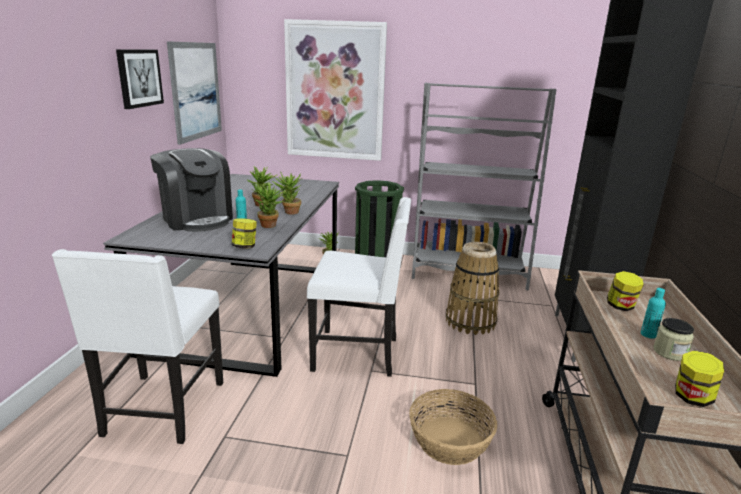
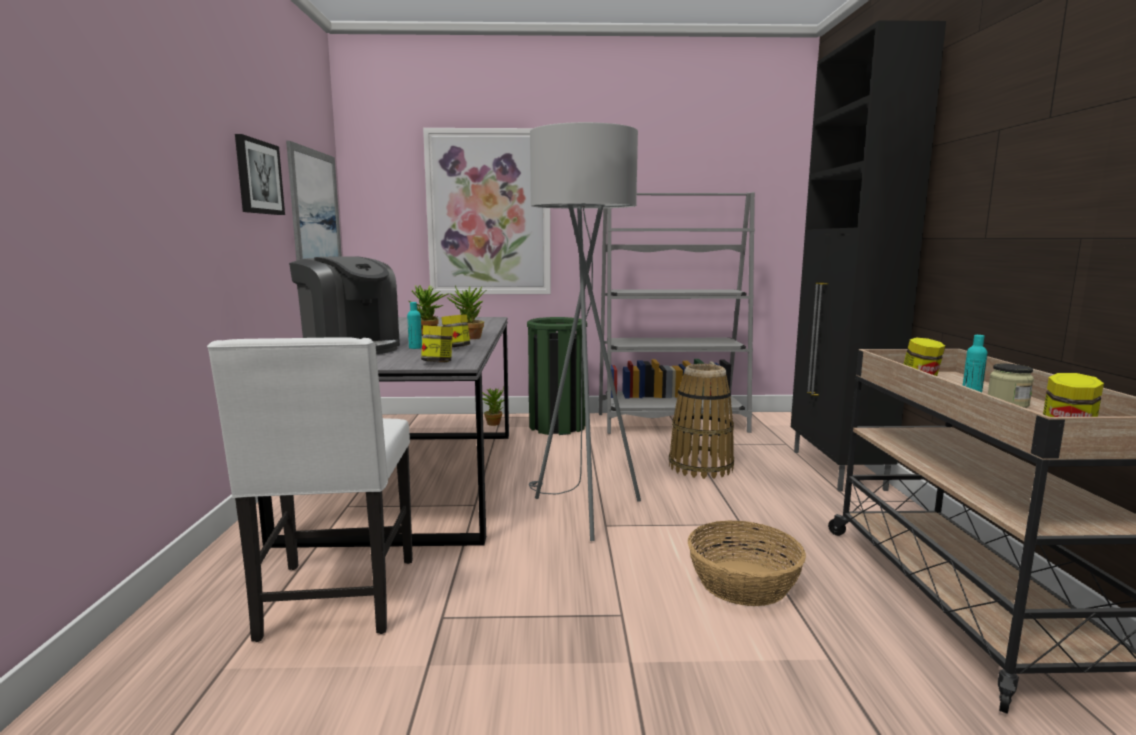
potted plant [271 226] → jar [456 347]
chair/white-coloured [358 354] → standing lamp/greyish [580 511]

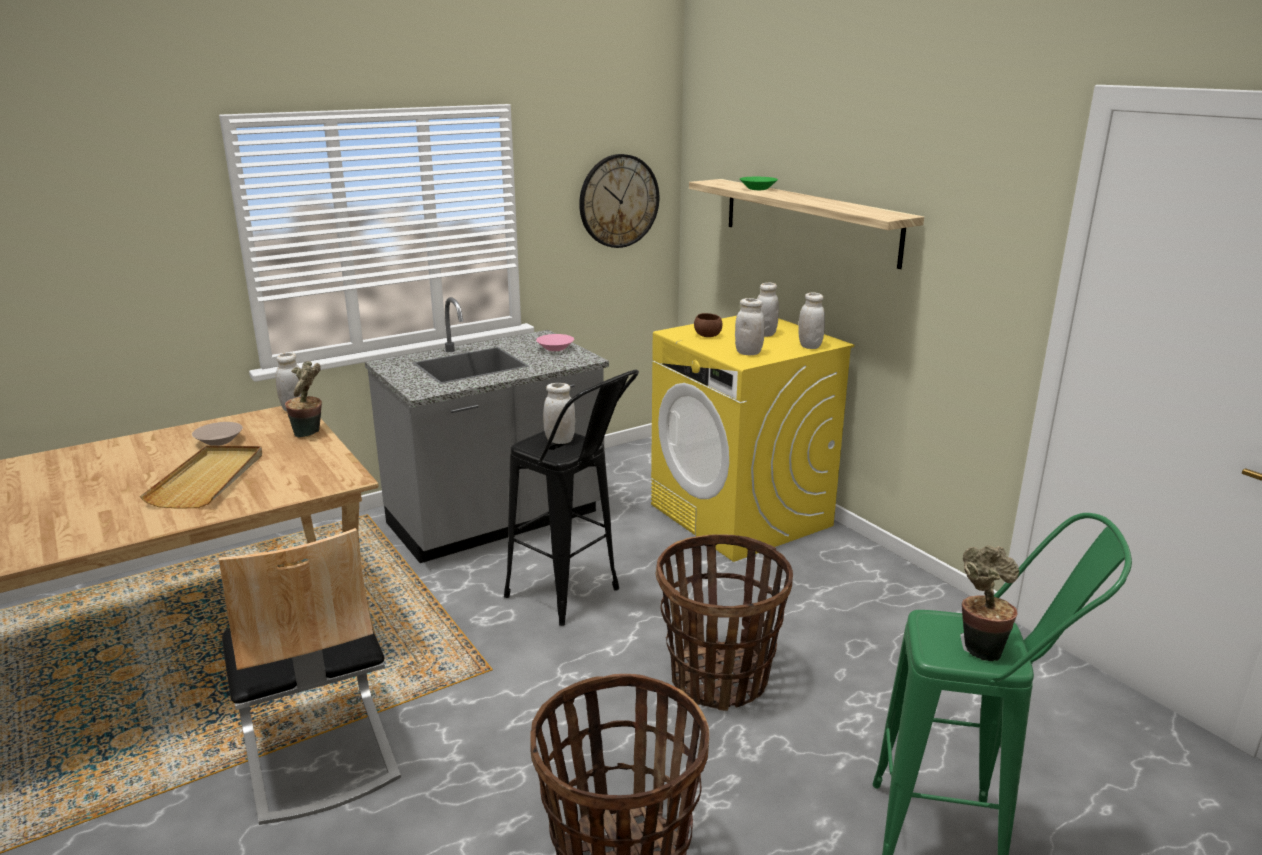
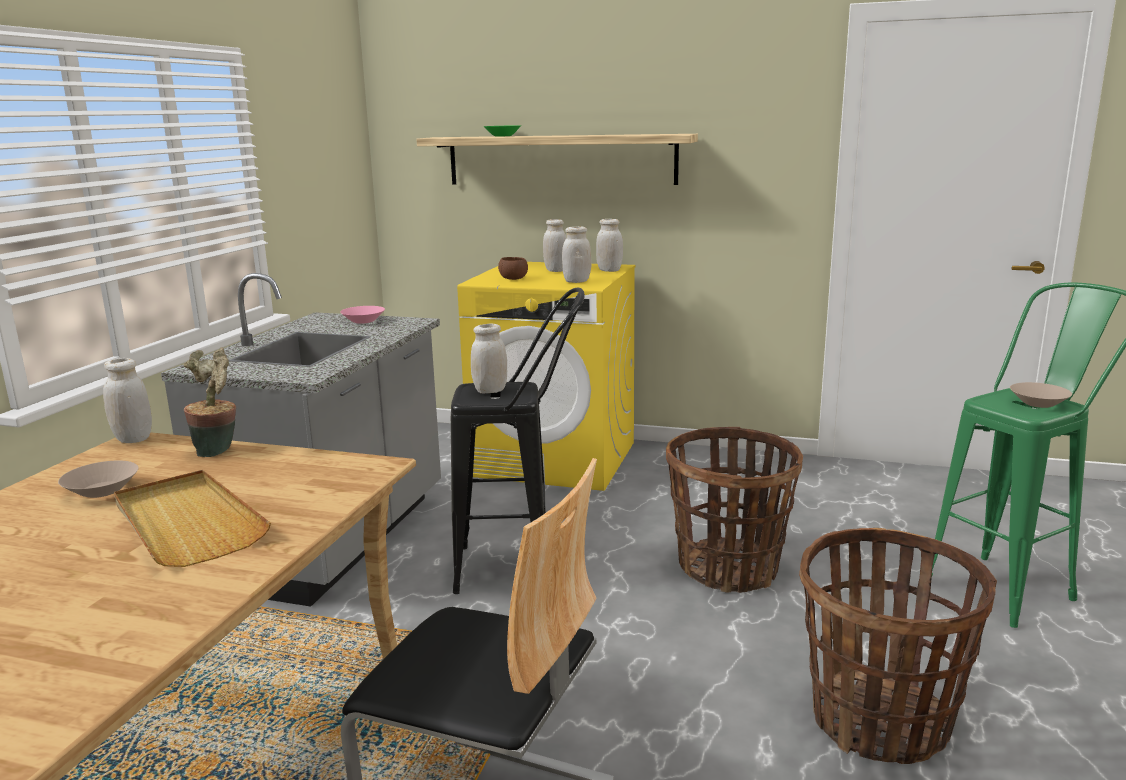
wall clock [618 201] → -
potted plant [980 648] → serving bowl/sand-coloured [1037 404]

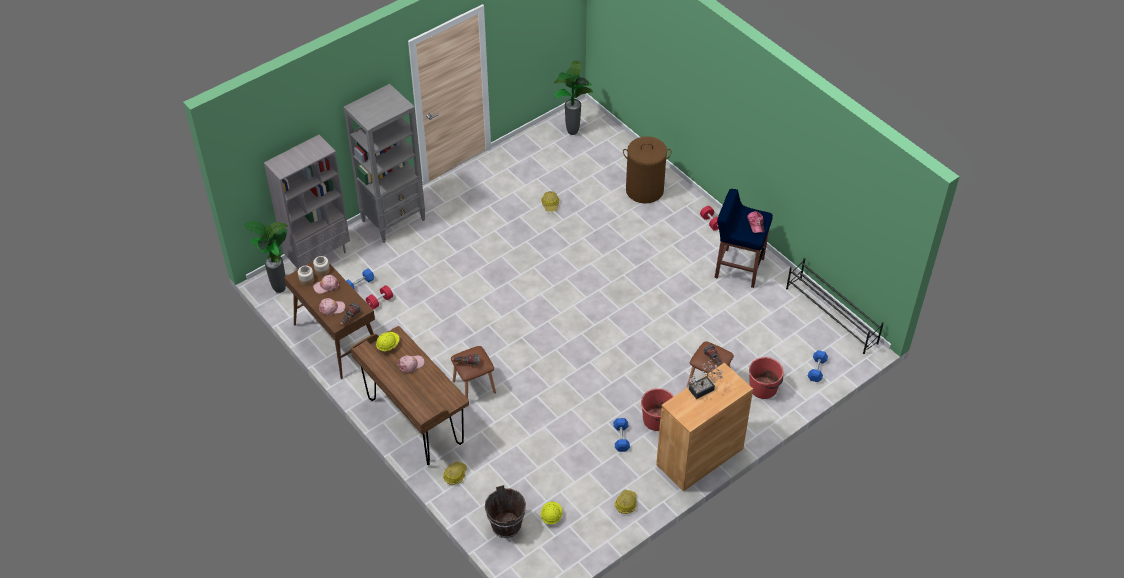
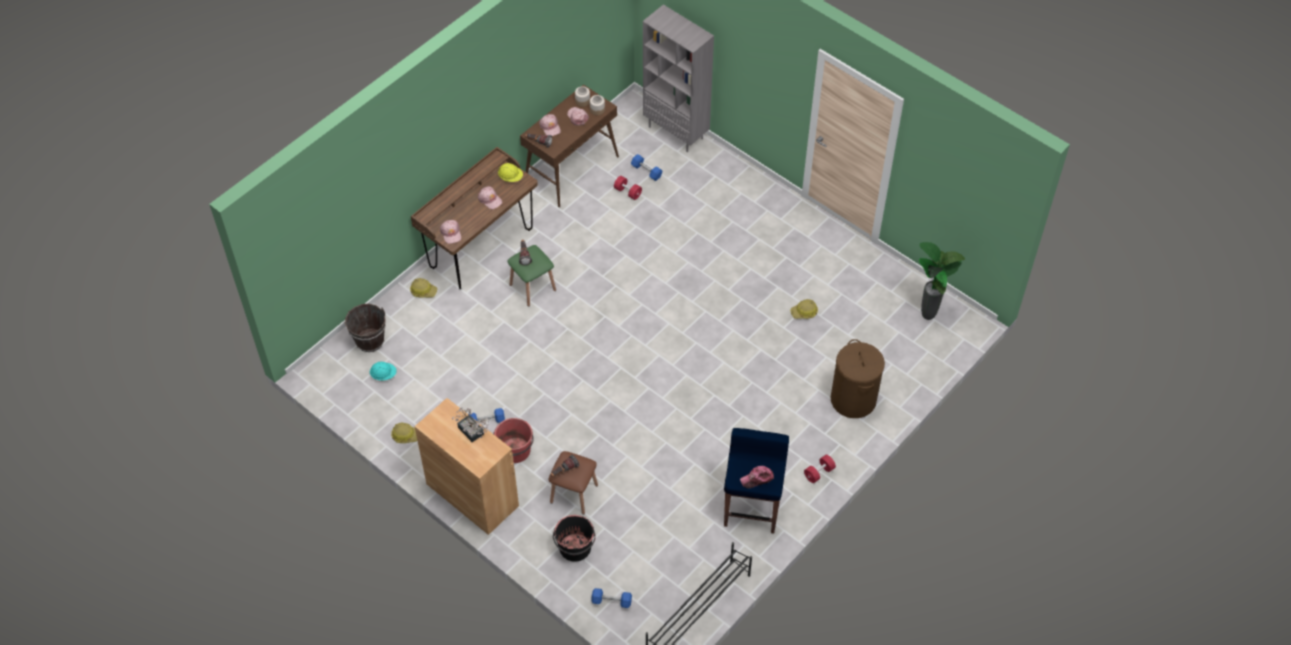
potted plant [279 289] → -
bookshelf/greyish [394 220] → -
- → cap/pink-coloured [451 233]
stool/brownish [474 386] → stool/greenish [532 287]
work helmet/yellowish [551 516] → work helmet/turquoise-coloured [384 375]
water bucket/reddish [763 388] → water bucket/black [575 548]

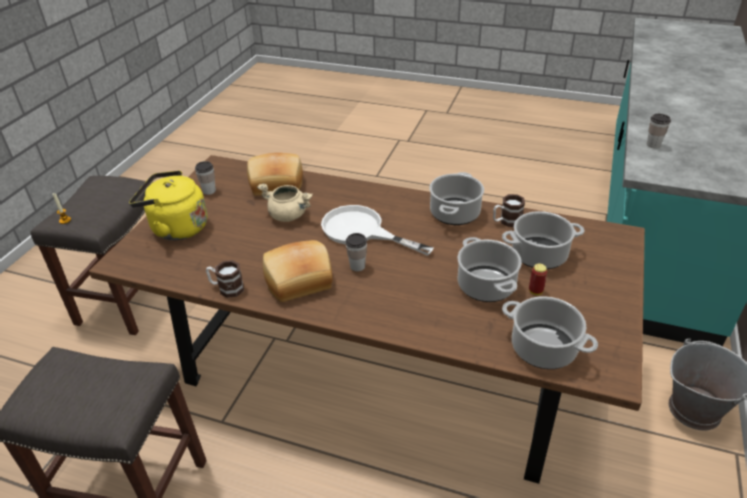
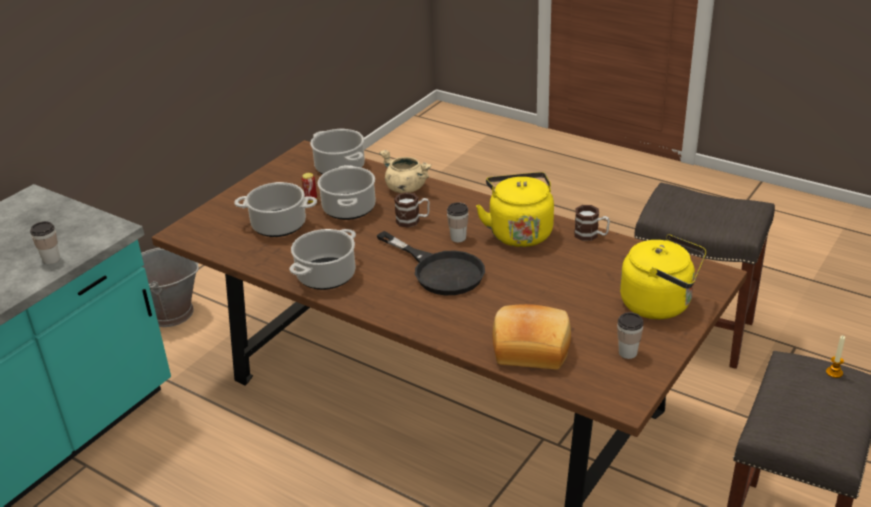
stockpot/sand-coloured [289 215] → stockpot/sand-coloured [405 188], move
mug [506 221] → mug [413 220], move
bakery bread [299 281] → kettle/yellowish [519 232]
frying pan/white-coloured [362 231] → frying pan/black [440 270]

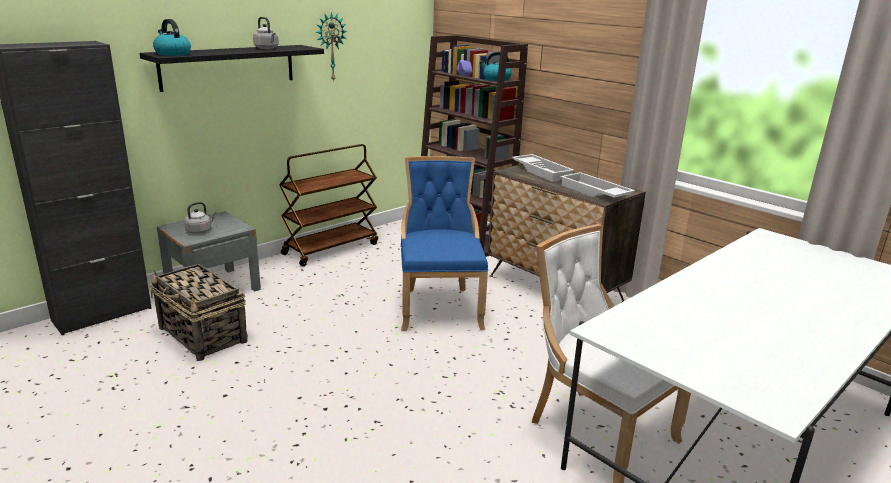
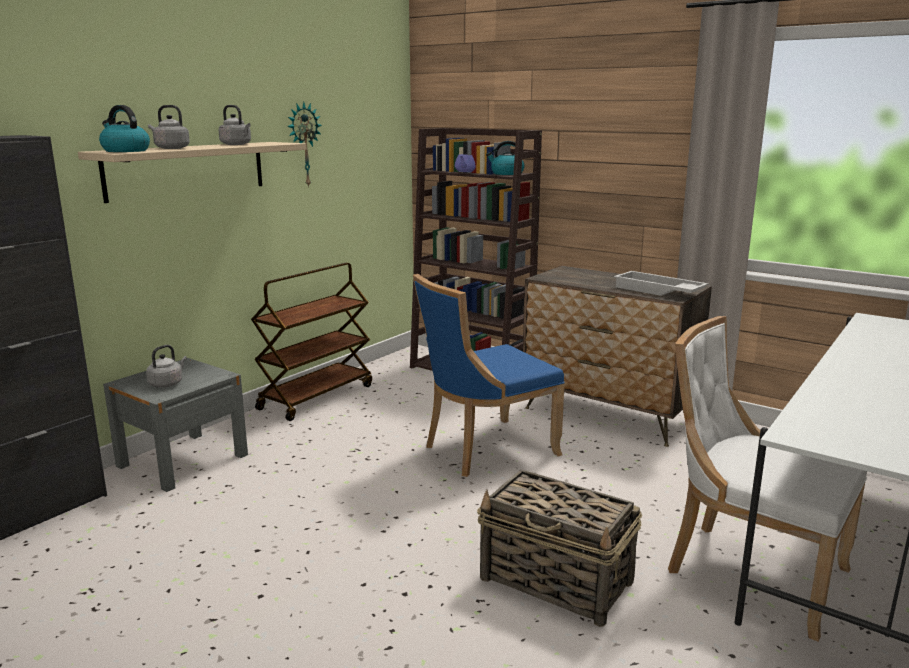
tray/white-coloured [542 171] → -
- → kettle/greyish [170 148]
household basket [203 335] → household basket [557 581], move
bracket shelf/black [228 67] → bracket shelf/sand-coloured [187 170]
chair/blue-coloured [439 307] → chair/blue-coloured [485 450], 105 degrees counterclockwise

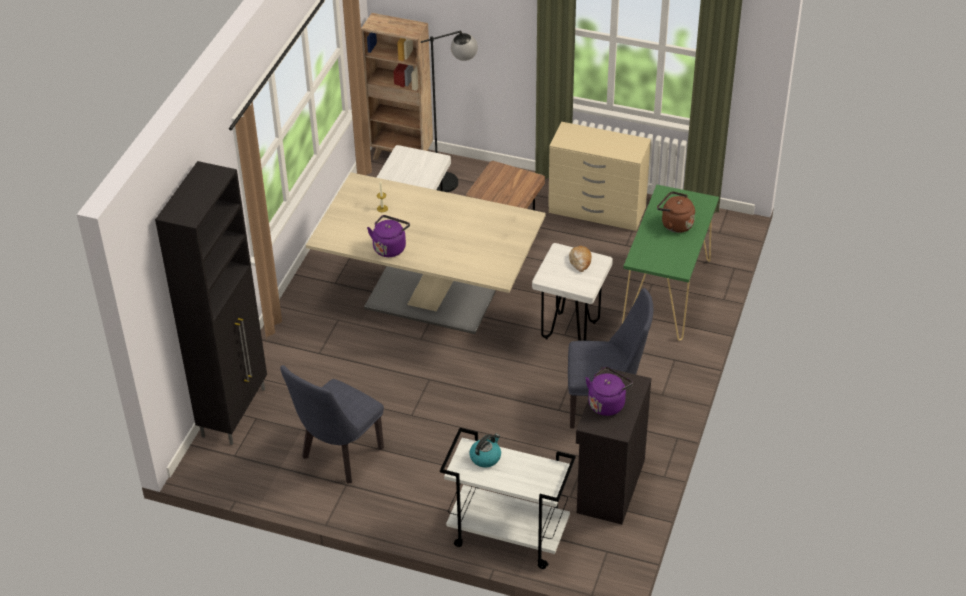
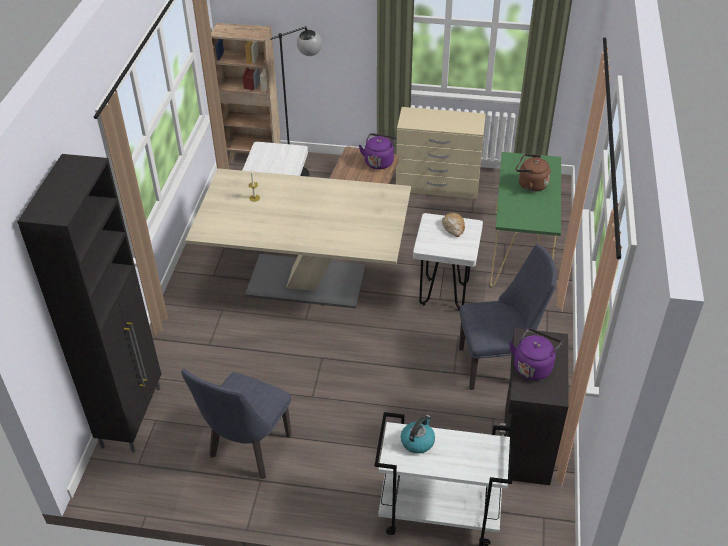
kettle/purple-coloured [390 247] → kettle/purple-coloured [379 161], move

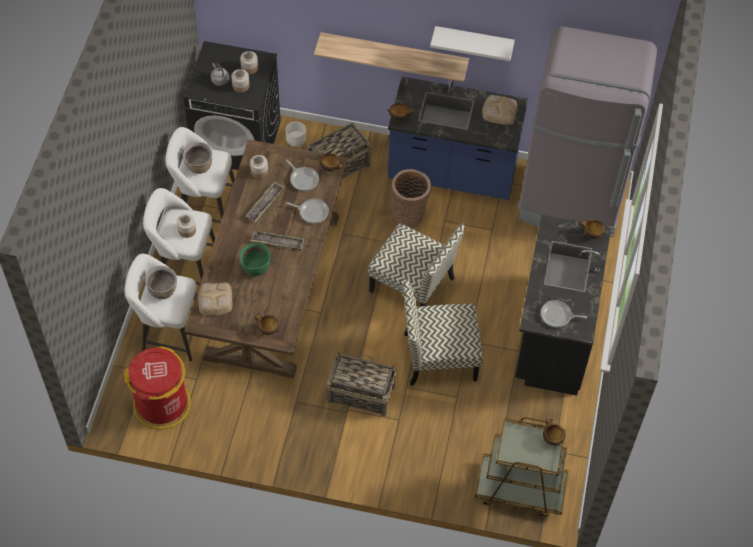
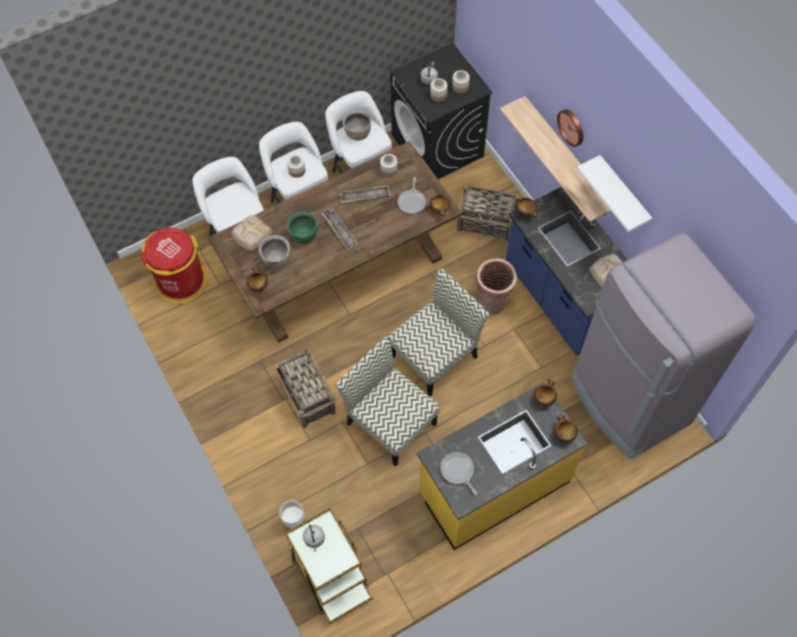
frying pan [312 212] → -
- → kettle/greyish [314 539]
- → wall clock [572 127]
stockpot/brownish [163 291] → stockpot/brownish [277 259], move
planter/white-coloured [296 146] → planter/white-coloured [293 521], move
serving bowl [551 439] → serving bowl [544 399], move
counter/black [553 333] → counter/yellowish [493 486]
chair [413 285] → chair [435 355], 120 degrees counterclockwise

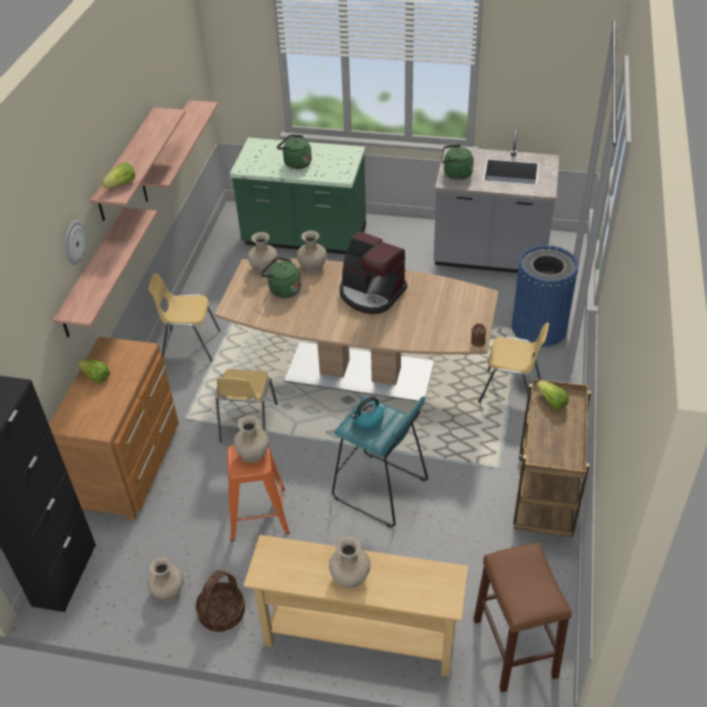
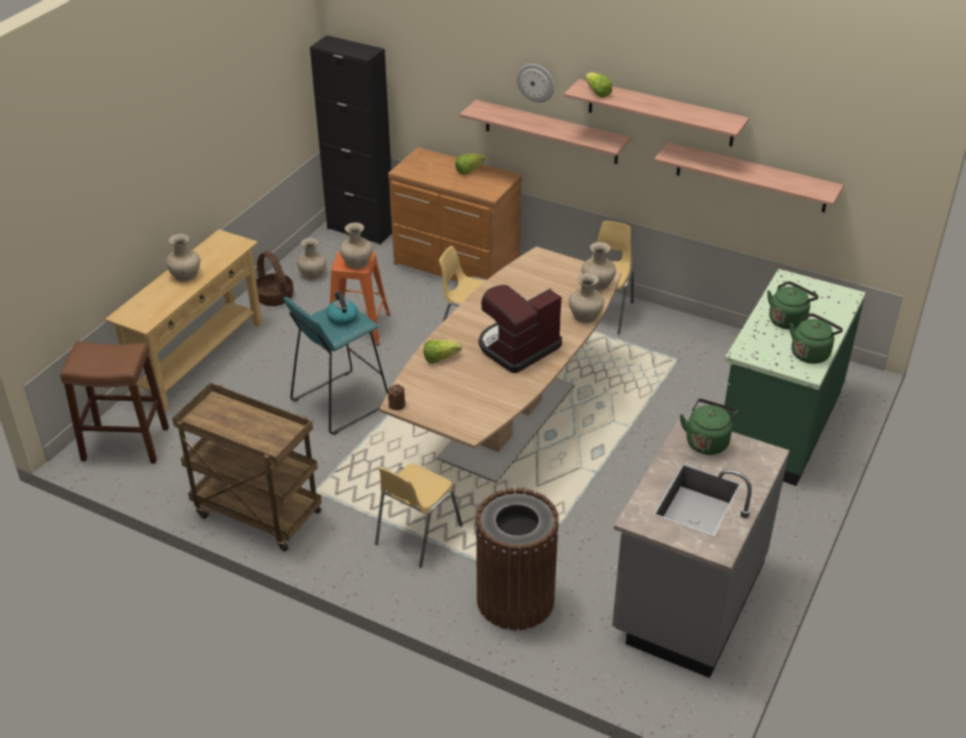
kettle/greenish [283 290] → kettle/greenish [811 353], move
lettuce [551 402] → lettuce [440 358], move
waste bin/blue-coloured [539 328] → waste bin/brownish [515 599]

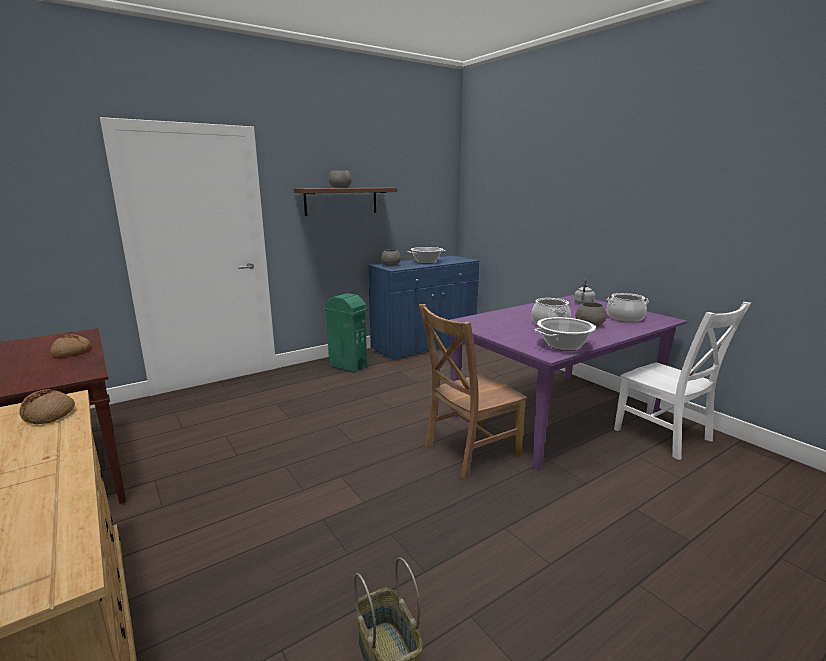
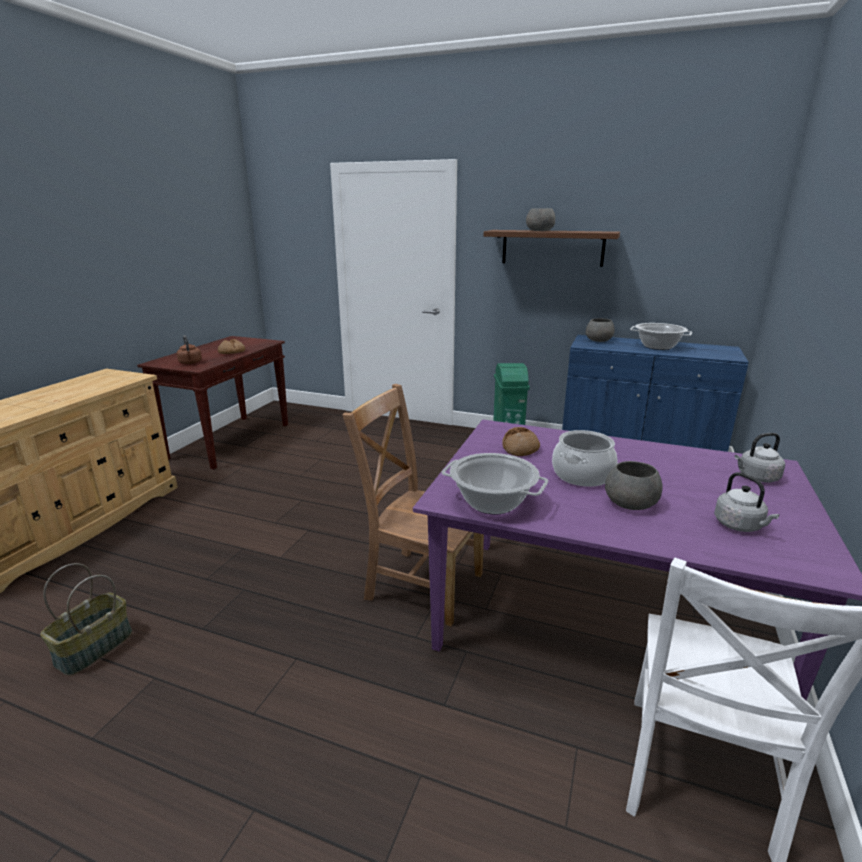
- → kettle/brownish [190 363]
bakery bread [49 414] → bakery bread [520 448], move
stockpot [625 318] → kettle/greyish [740 526]

